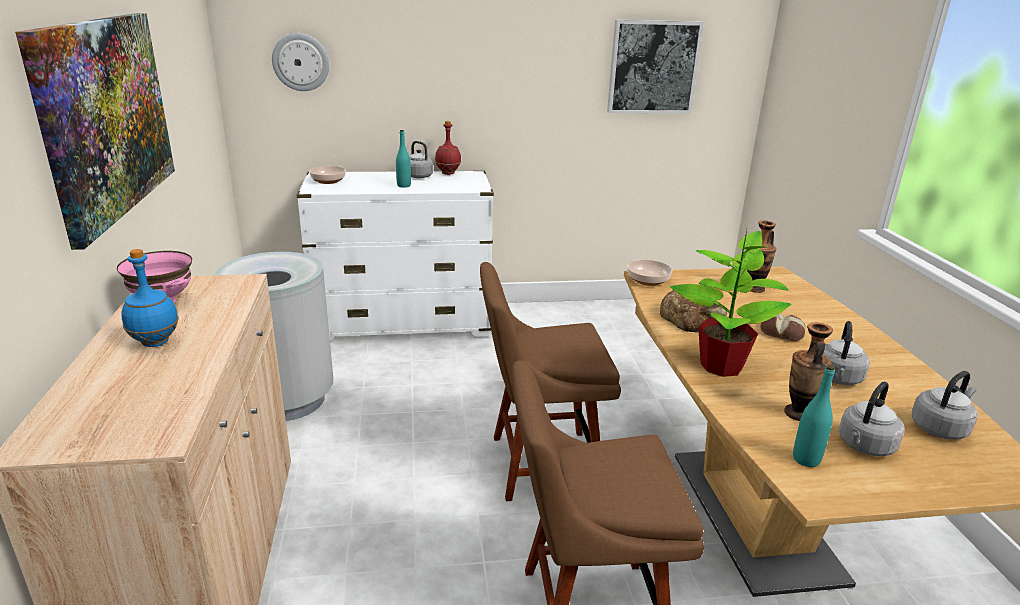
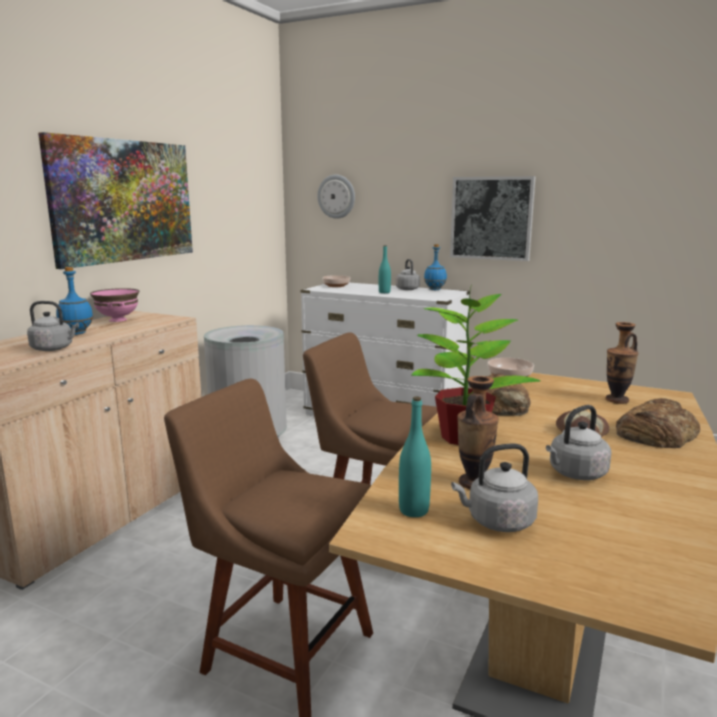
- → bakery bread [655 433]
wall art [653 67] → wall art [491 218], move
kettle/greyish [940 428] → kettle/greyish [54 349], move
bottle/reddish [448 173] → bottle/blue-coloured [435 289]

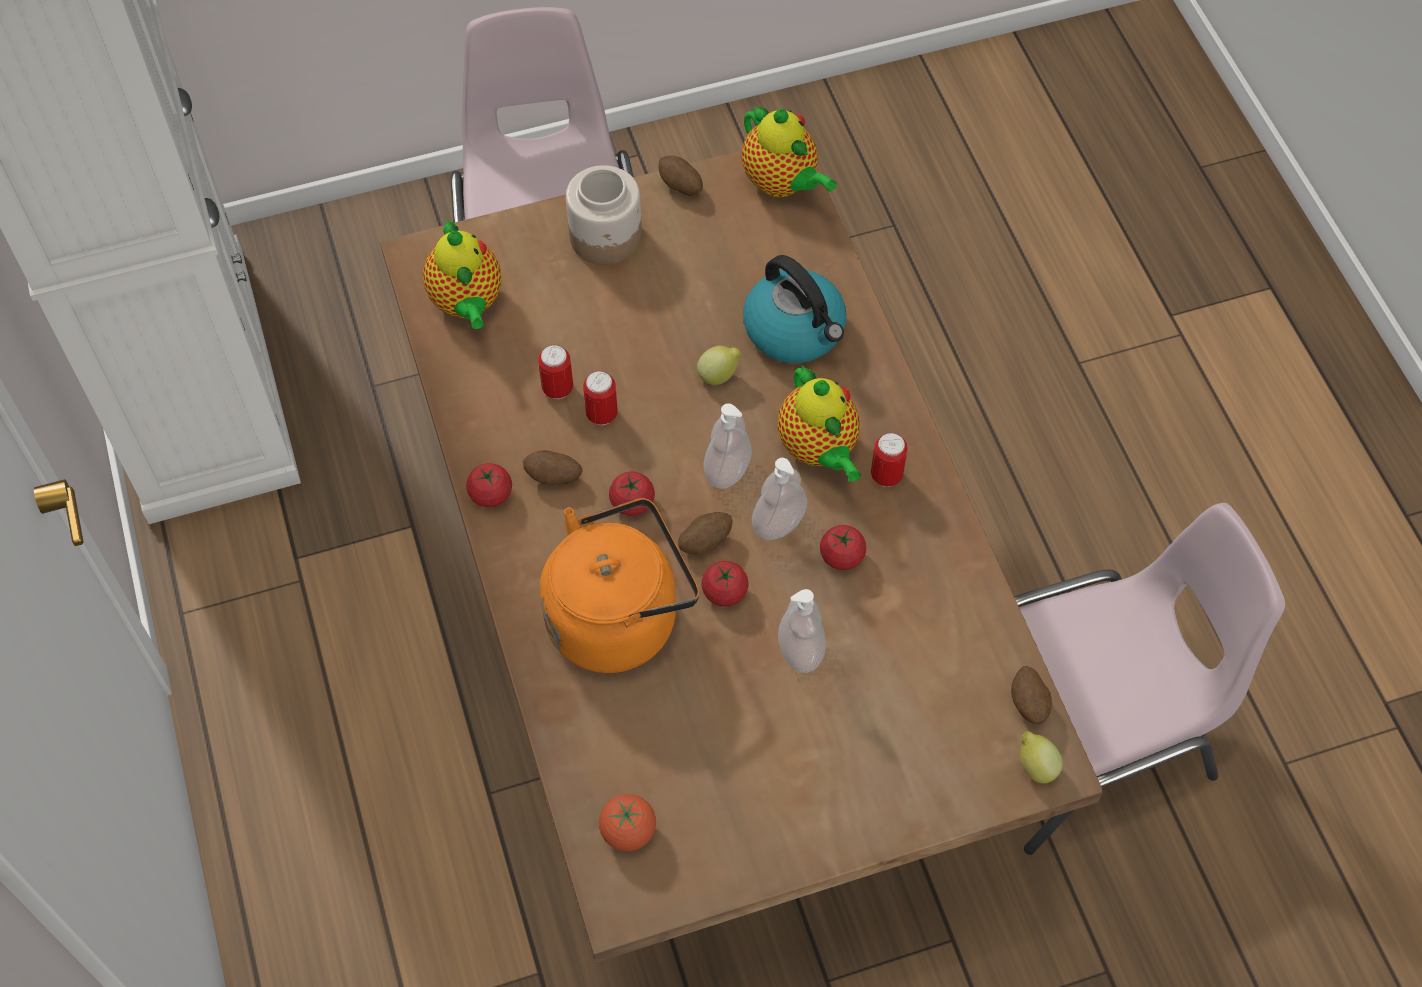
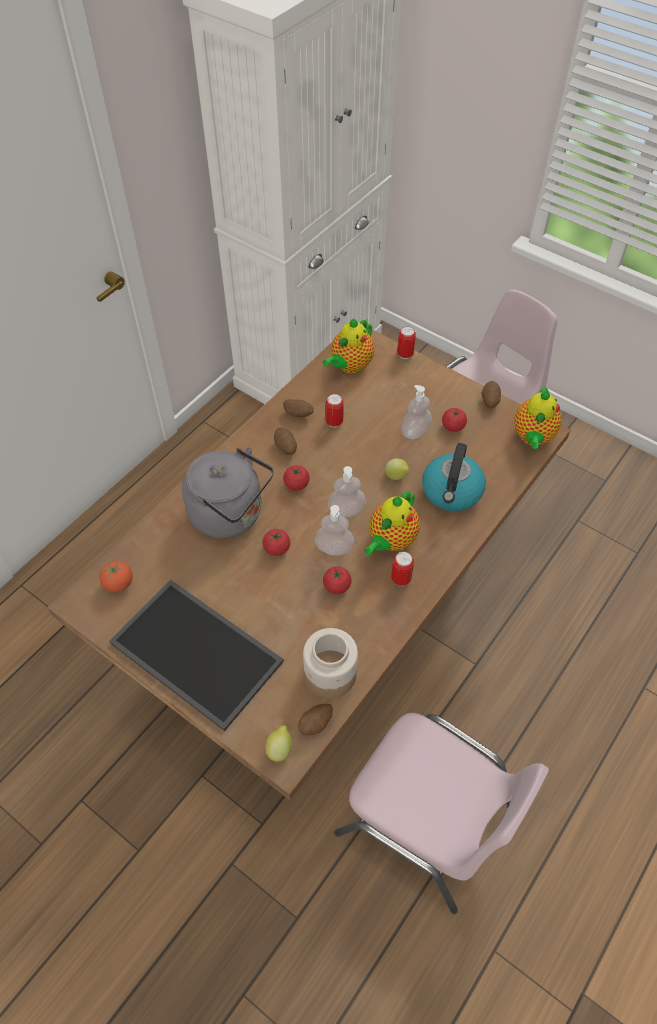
- → tray [199 651]
whole tomato [491 494] → whole tomato [453 426], move
jar [606 237] → jar [330 674], move
sealed can [601 415] → sealed can [405 354], move
potato [705 541] → potato [298 414], move
soap bottle [800 650] → soap bottle [415 432], move
kettle/orange-coloured [619 617] → kettle/greyish [231 515]

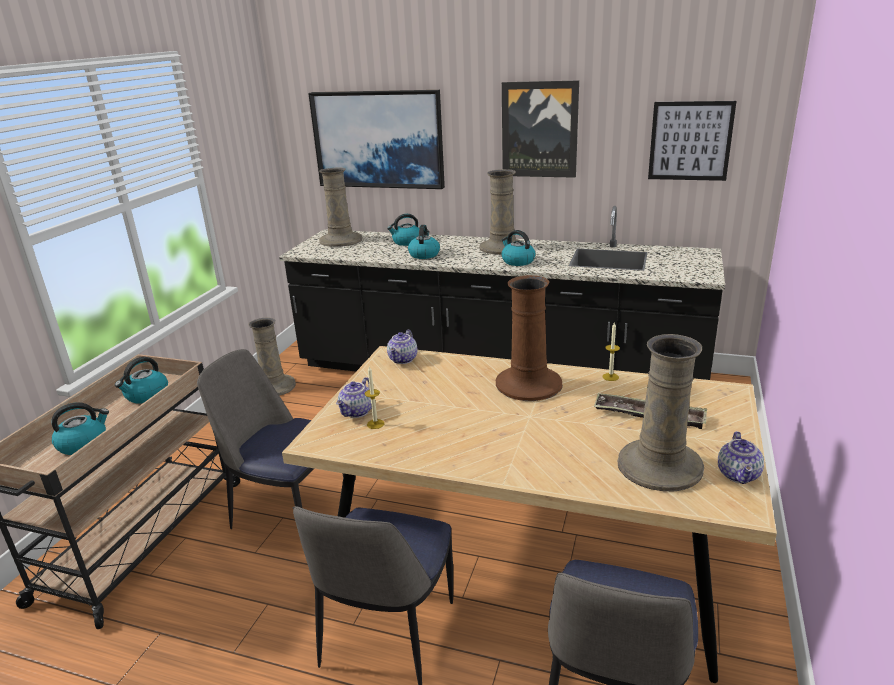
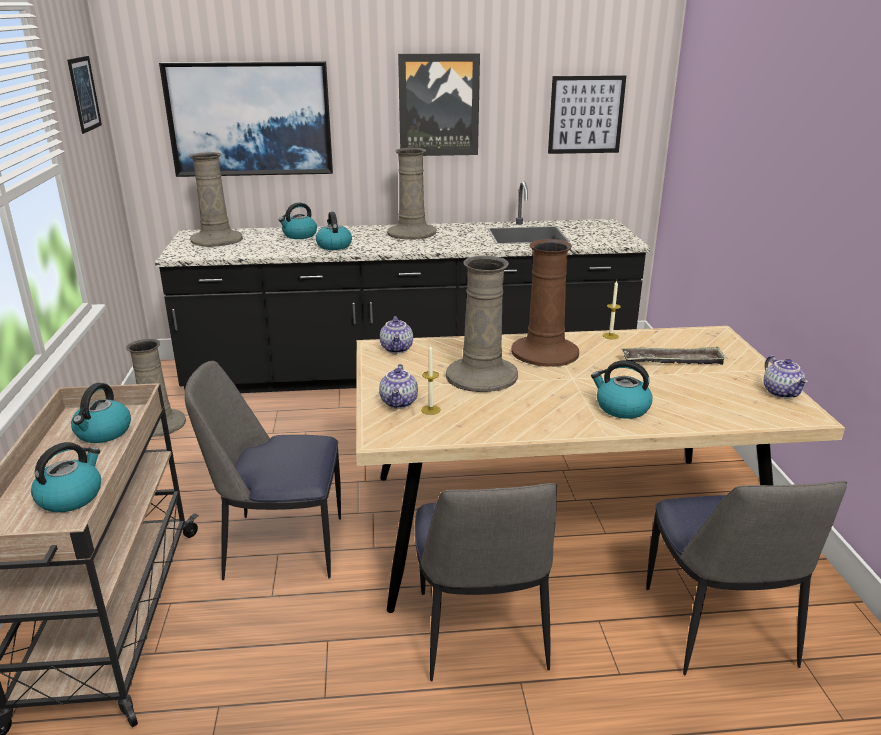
- → wall art [84 94]
kettle [517 261] → kettle [621 408], move
flower vase/sand-coloured [659 465] → flower vase/sand-coloured [481 375], move

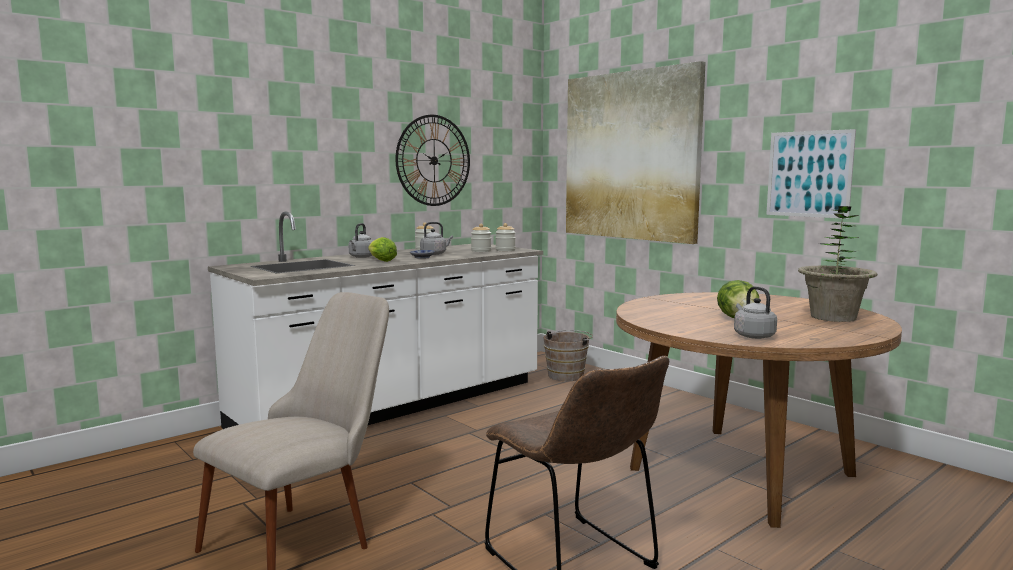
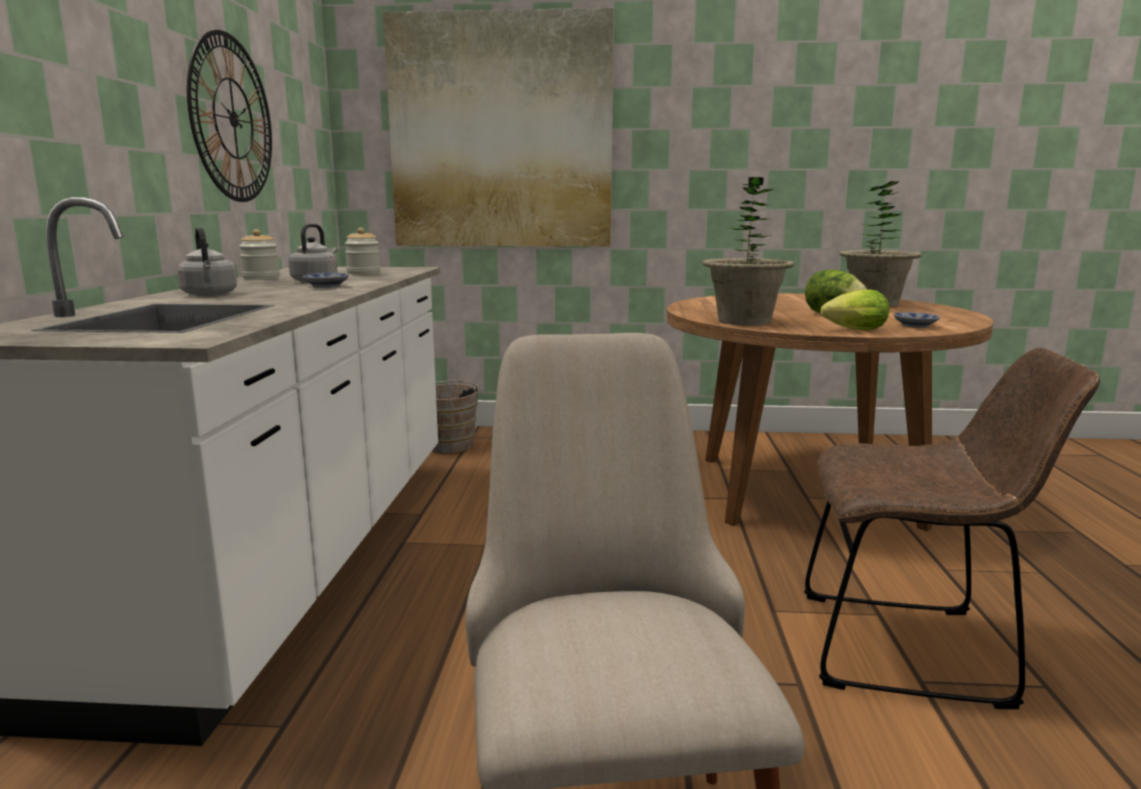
jar [505 250] → -
wall art [809 174] → -
- → potted plant [744 321]
lettuce [380 261] → lettuce [852 330], move
kettle/greyish [752 335] → serving bowl [913 326]

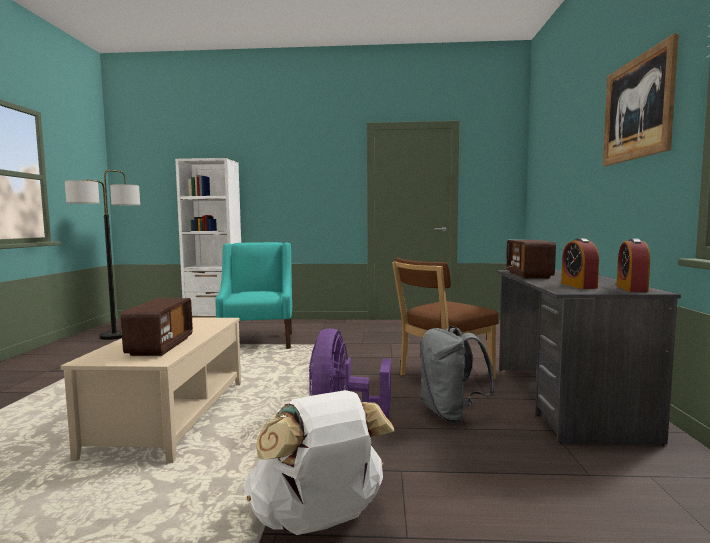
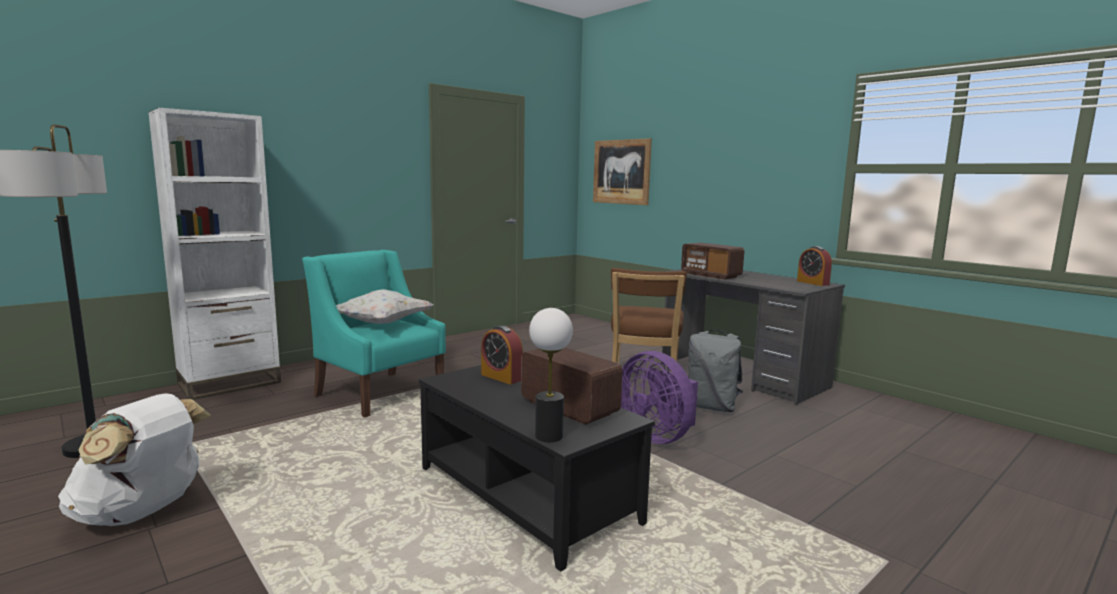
- → cushion/white-coloured [382 323]
- → lamp for a table [548 436]
rucksack/white-coloured [319 521] → rucksack/white-coloured [142 512], move
table clock [578 286] → table clock [501 377], move
wall art [637 108] → wall art [621 172], move
lounge table/sand-coloured [170 416] → lounge table/black [523 496]

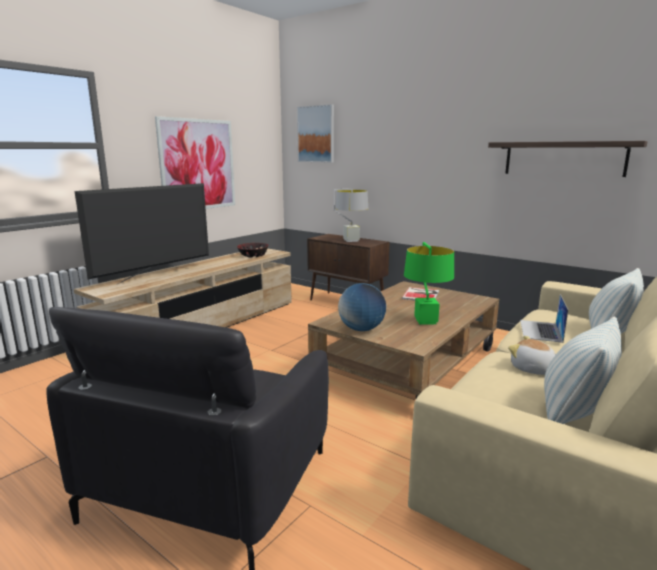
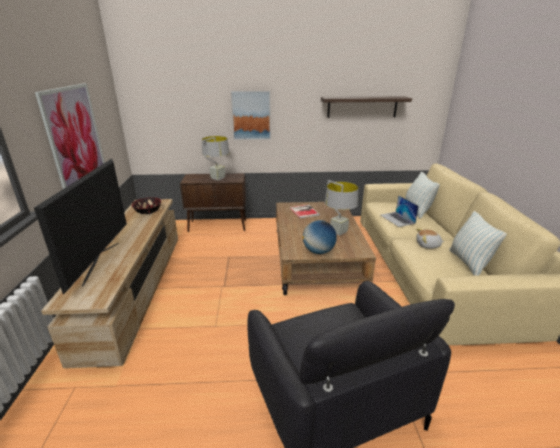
wall art [316 134] → wall art [251 115], move
lamp for a table/greenish [425 321] → lamp for a table/greyish [338 231]

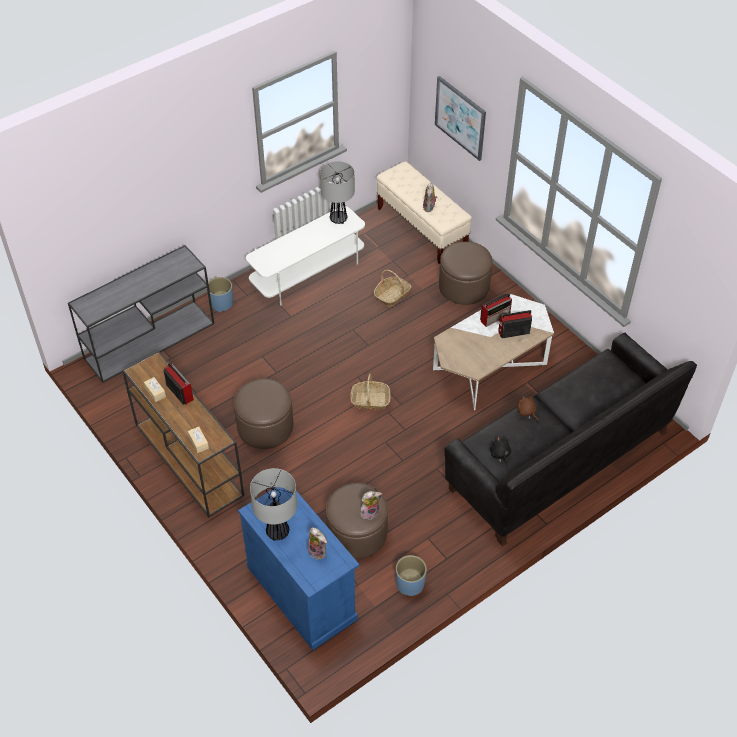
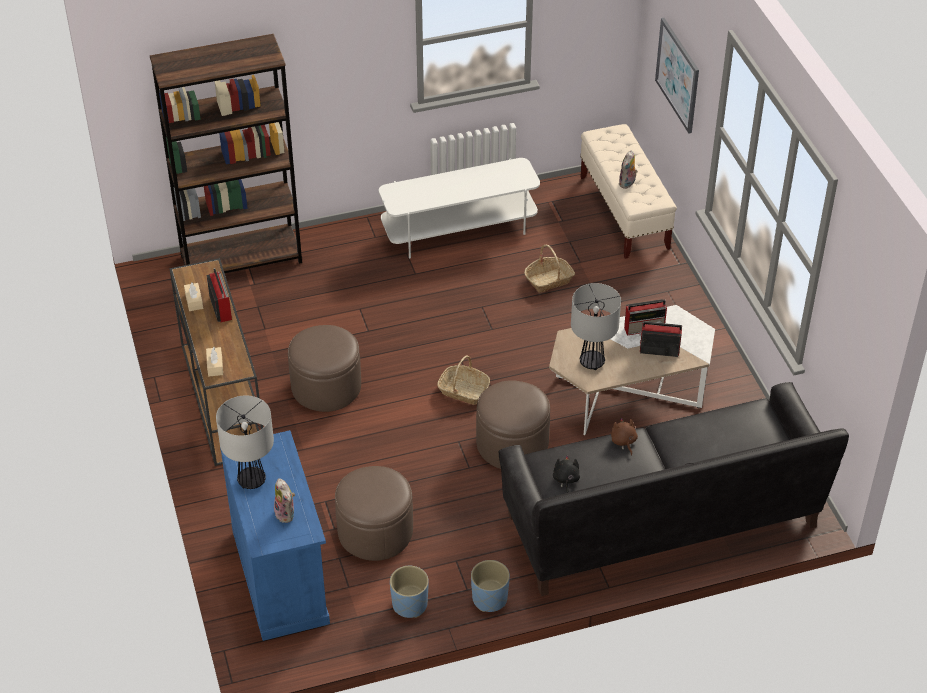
plush toy [370 512] → -
planter/blue-coloured [221 304] → planter/blue-coloured [489 599], move
lamp for a table [338 219] → lamp for a table [592 362], move
ottoman/brownish [464 286] → ottoman/brownish [512 443], move
console table/greyish [150 340] → bookshelf/brownish [241 259]

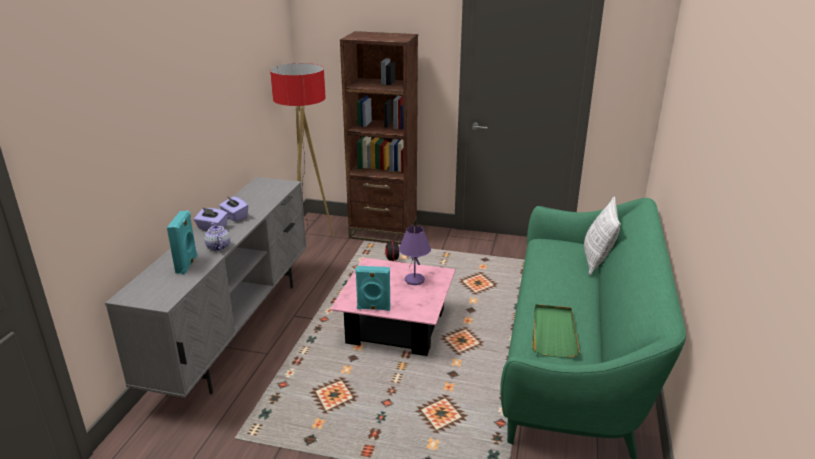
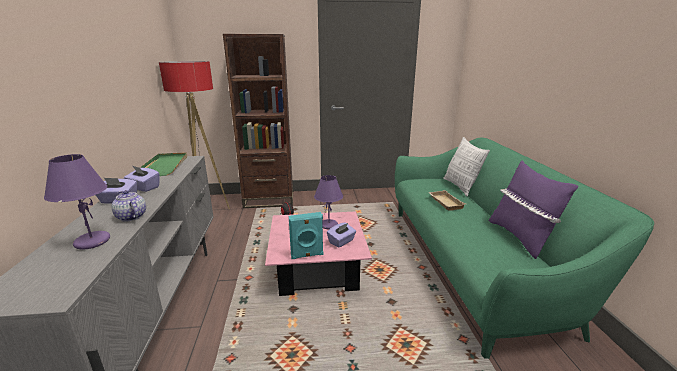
- → box of tissues/purple-coloured [341 241]
- → tray/sand-coloured [444 202]
- → cushion/purple-coloured [520 237]
tray/greenish [553 332] → tray/greenish [165 166], move
audio speaker/turquoise-coloured [187 264] → lamp for a table/purple-coloured [92 241]

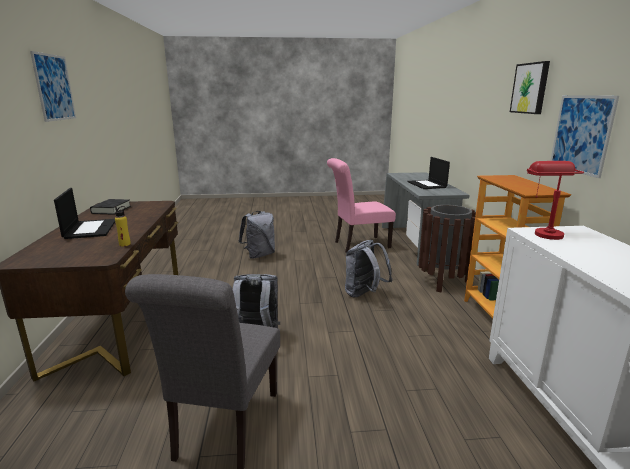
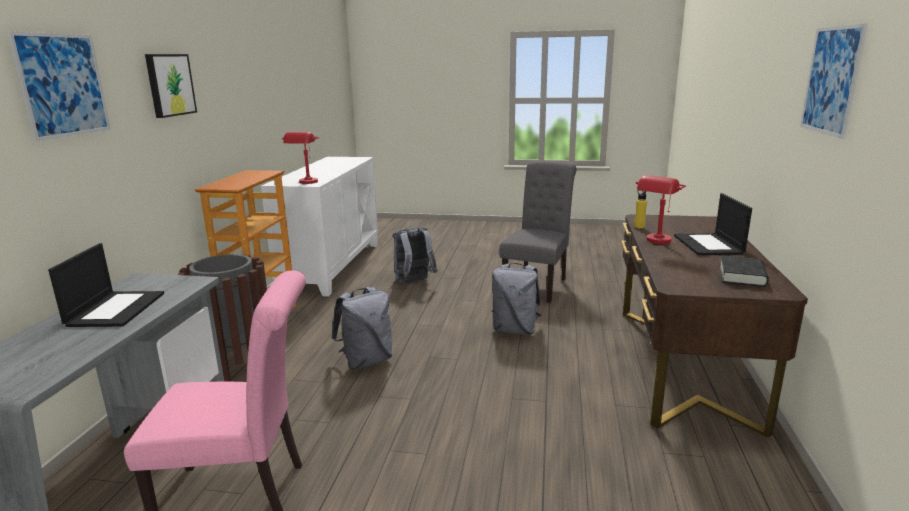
- → lamp for a table/reddish [656 242]
rucksack/greyish [259 255] → rucksack/greyish [414 282], move
wall art [581 134] → wall art [63 85], move

